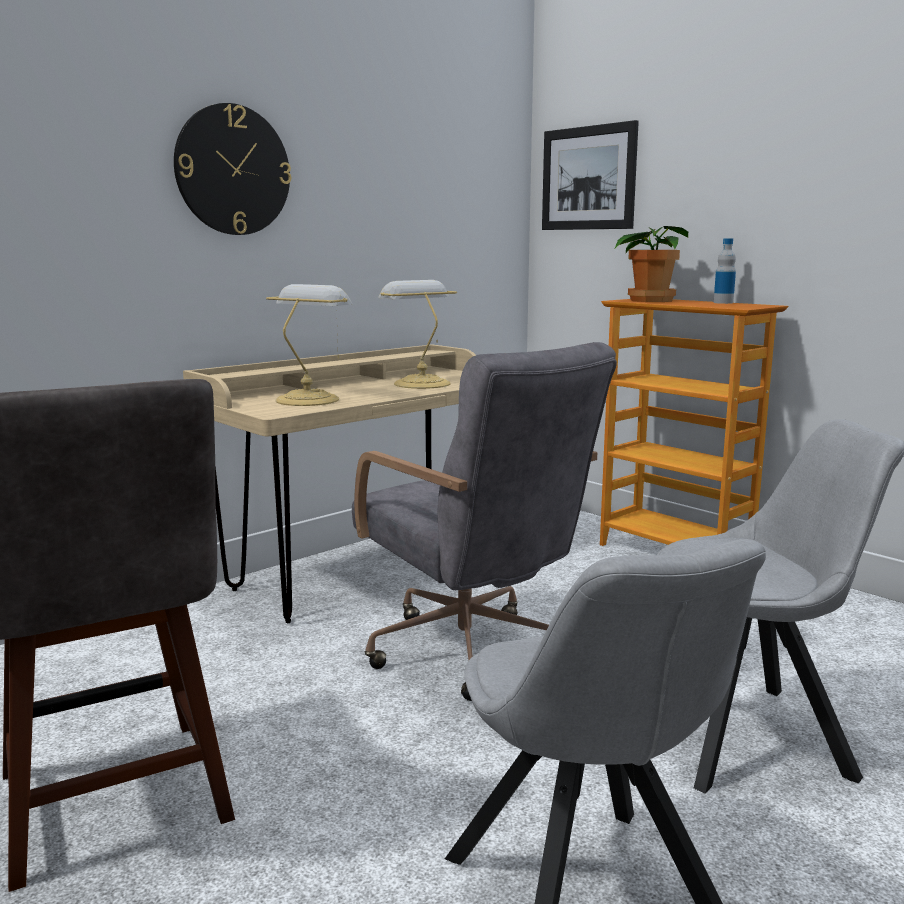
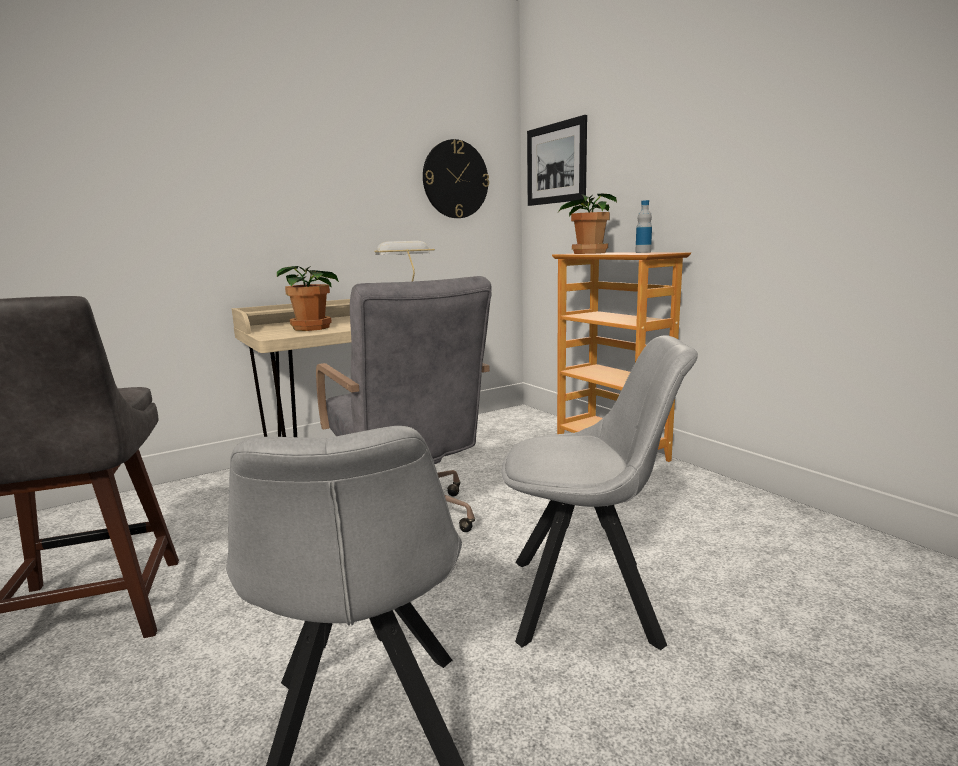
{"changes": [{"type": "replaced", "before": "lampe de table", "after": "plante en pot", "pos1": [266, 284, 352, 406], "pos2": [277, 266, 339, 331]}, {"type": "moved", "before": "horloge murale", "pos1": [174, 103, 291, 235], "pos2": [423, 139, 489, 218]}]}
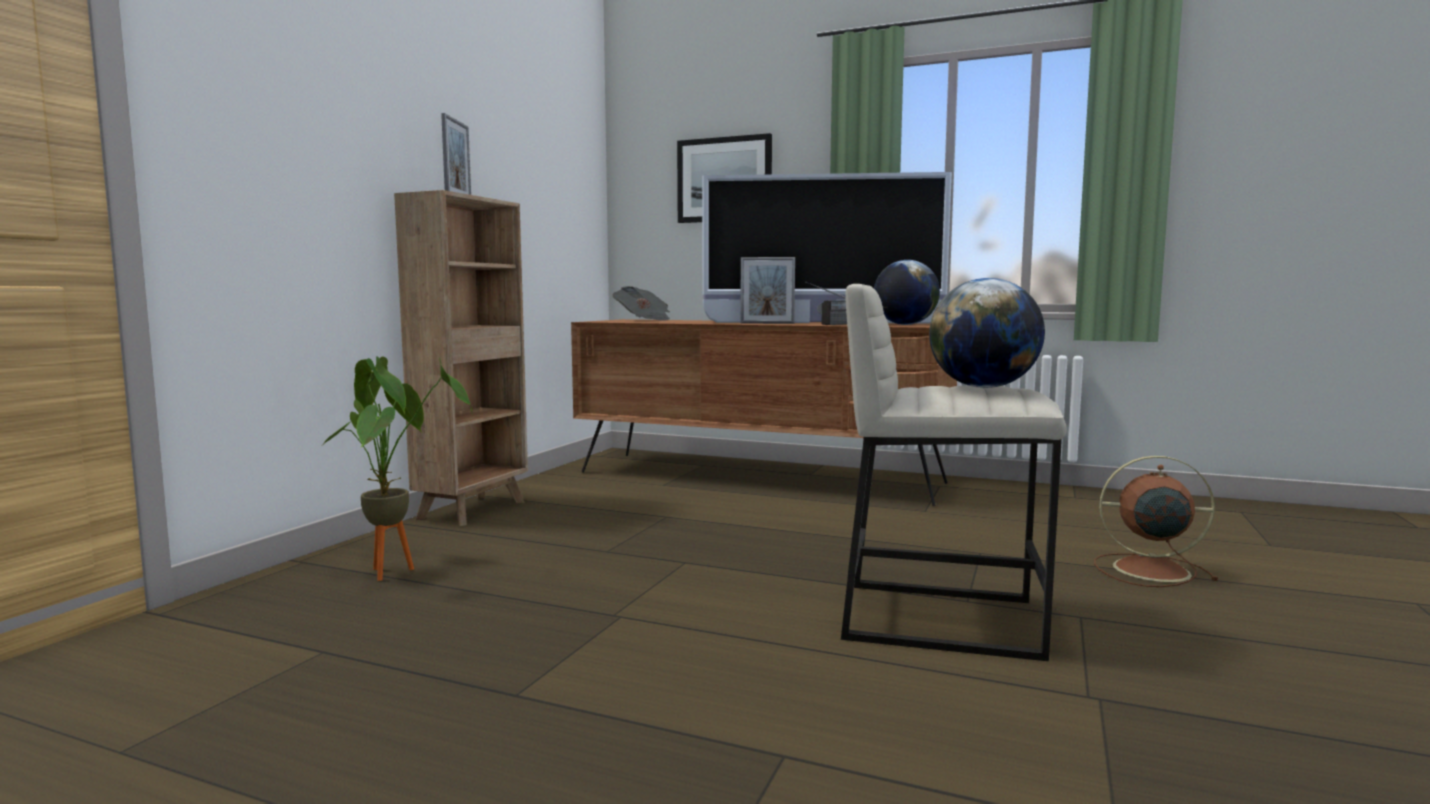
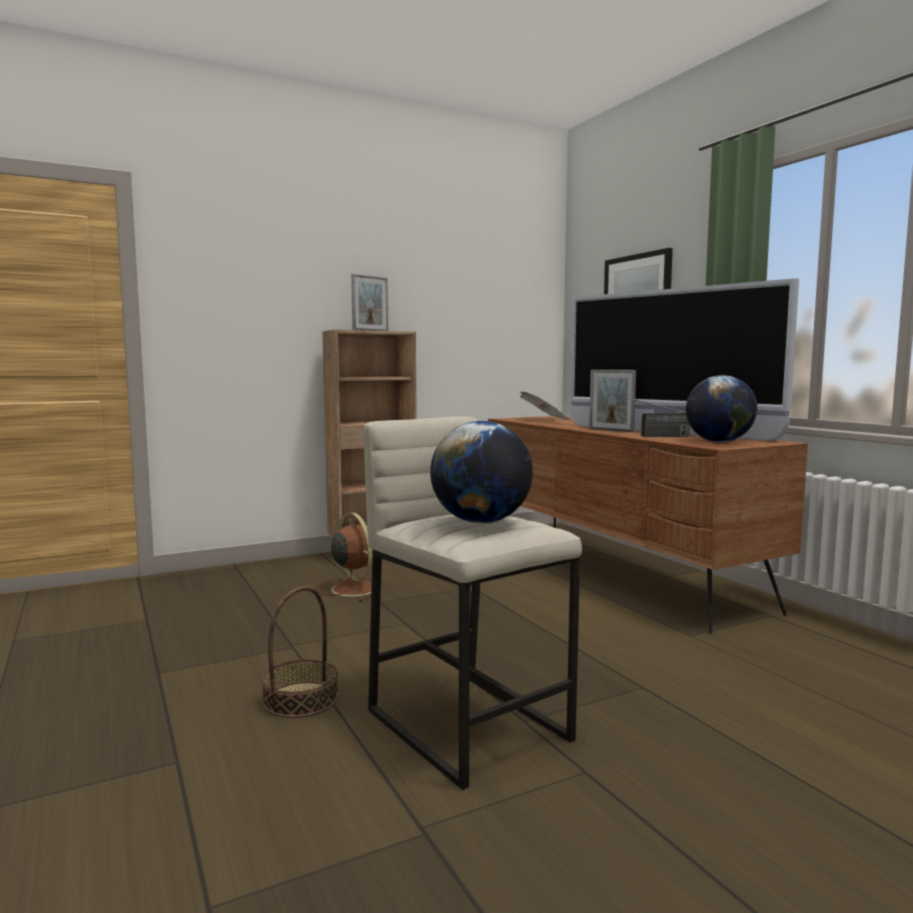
{"changes": [{"type": "added", "after": "panier", "pos2": [261, 586, 338, 718]}, {"type": "moved", "before": "ventilateur/marron", "pos1": [1094, 456, 1218, 587], "pos2": [318, 513, 389, 601]}, {"type": "removed", "before": "plante en pot", "pos1": [321, 356, 473, 581]}]}
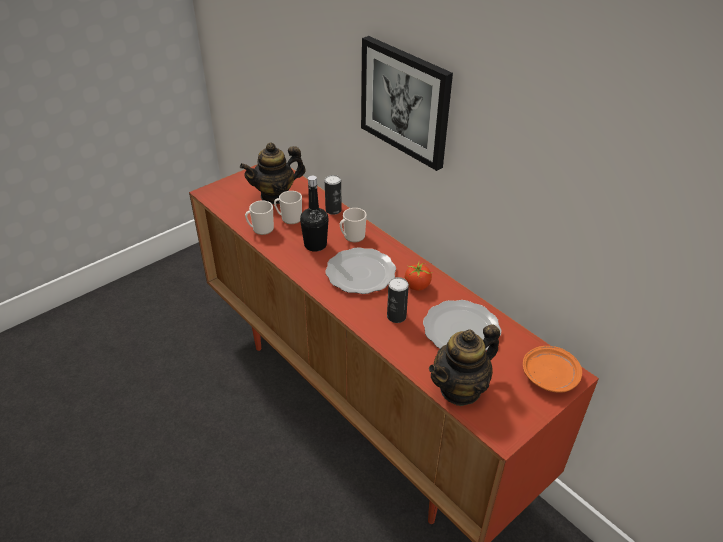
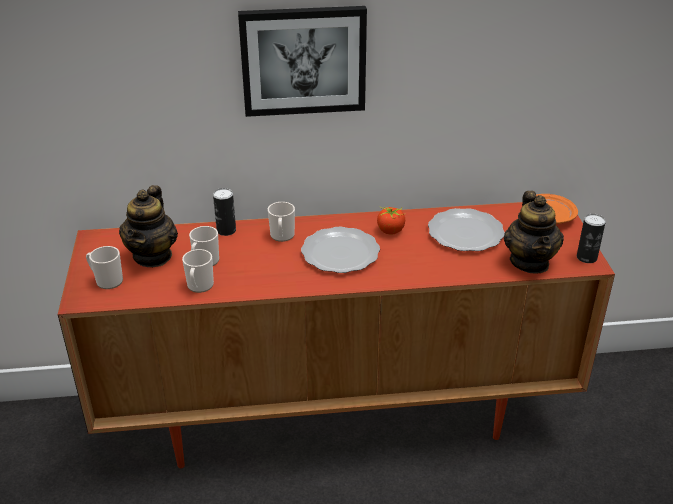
{"changes": [{"type": "added", "after": "mug", "pos2": [86, 246, 123, 289]}, {"type": "moved", "before": "boîte métallique", "pos1": [387, 277, 409, 323], "pos2": [577, 214, 606, 263]}, {"type": "removed", "before": "bouteille/noir", "pos1": [300, 175, 328, 252]}]}
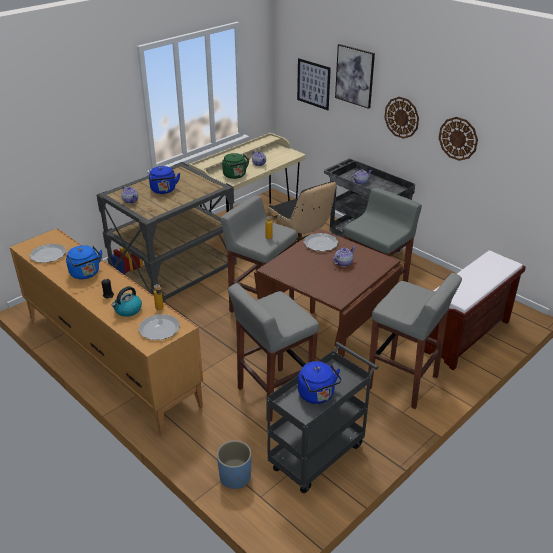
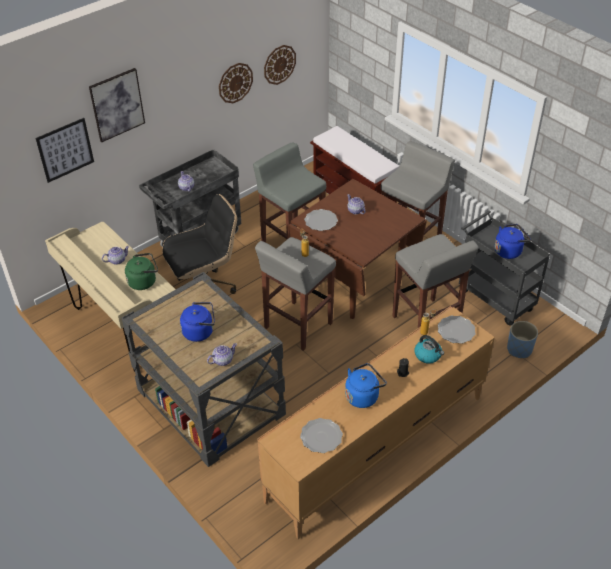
{"changes": [{"type": "moved", "before": "horloge murale", "pos1": [384, 97, 419, 139], "pos2": [264, 45, 296, 85]}]}
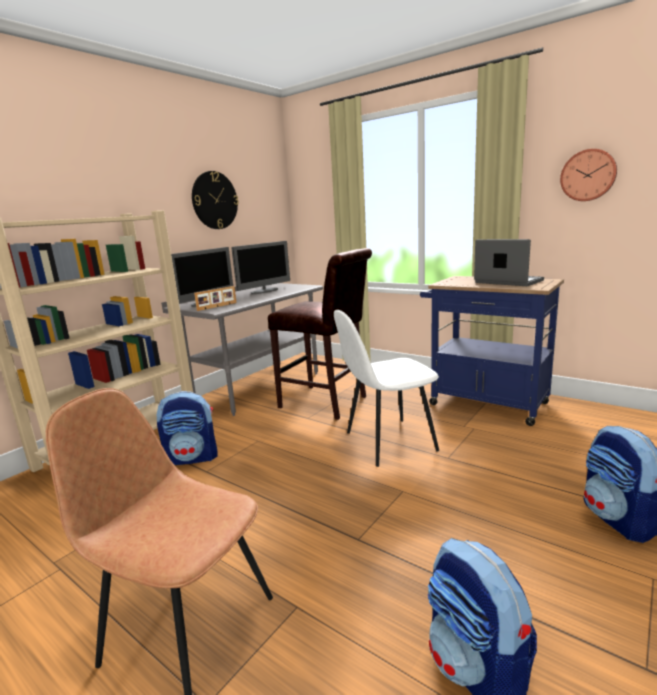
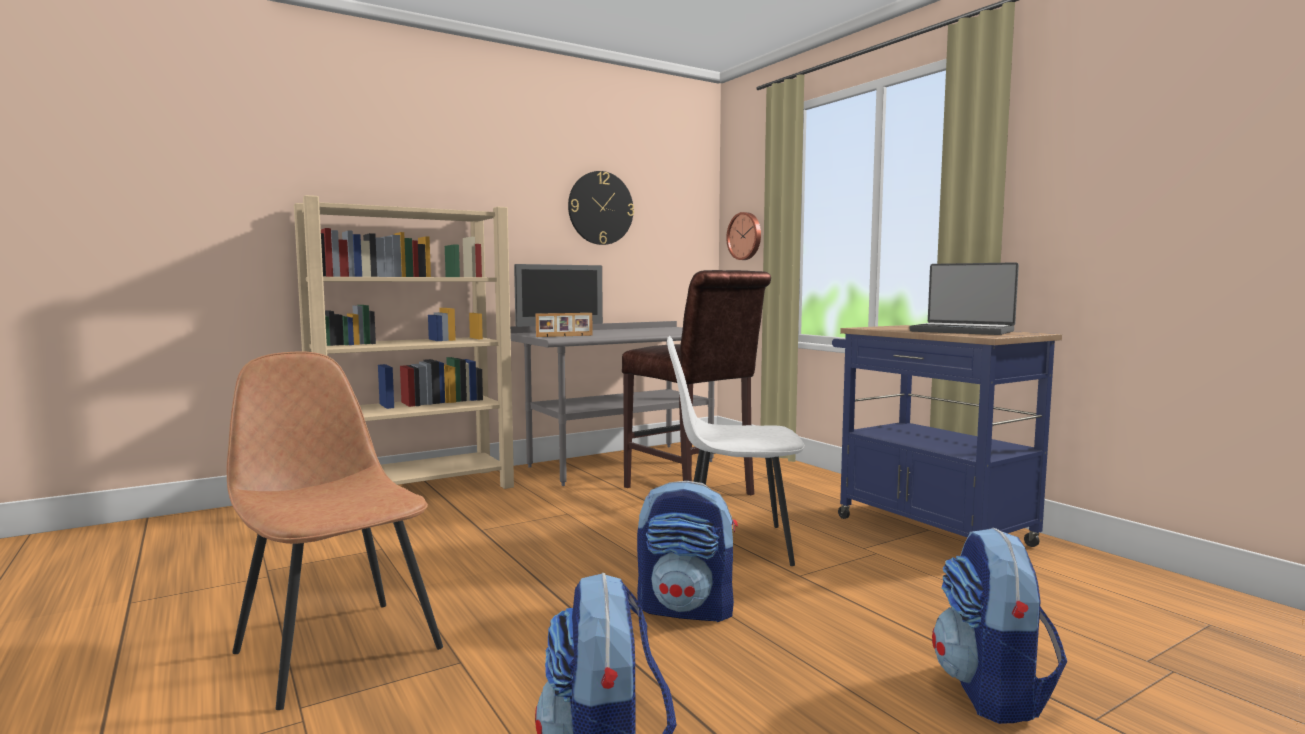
{"changes": [{"type": "moved", "before": "sac à dos", "pos1": [157, 391, 218, 465], "pos2": [637, 481, 738, 622]}, {"type": "moved", "before": "horloge murale", "pos1": [560, 149, 617, 201], "pos2": [726, 212, 761, 260]}, {"type": "turned", "before": "ordinateur portable", "pos1": [474, 239, 544, 286], "pos2": [909, 262, 1019, 335], "turn": 150}, {"type": "removed", "before": "écran d'ordinateur", "pos1": [231, 241, 290, 294]}]}
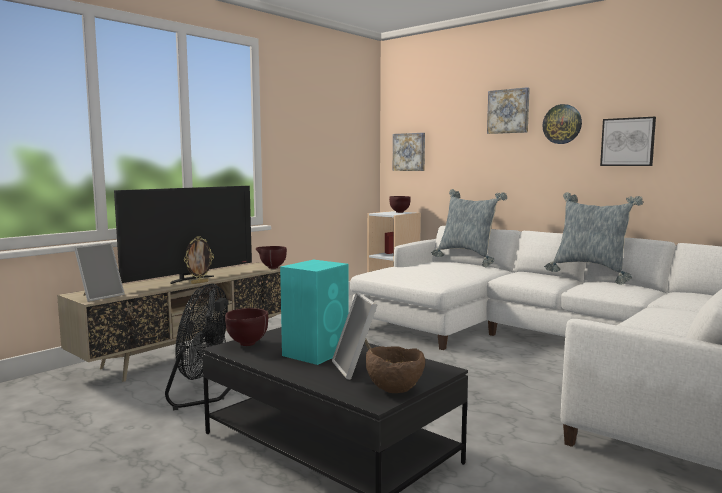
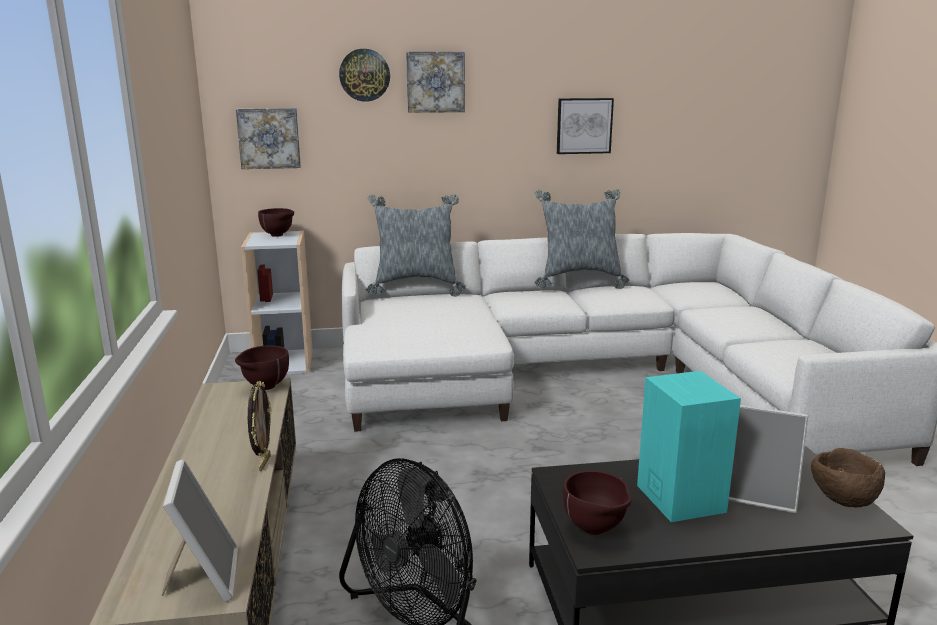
{"changes": [{"type": "moved", "before": "horloge murale", "pos1": [543, 104, 582, 144], "pos2": [339, 49, 390, 102]}, {"type": "removed", "before": "téléviseur", "pos1": [114, 186, 252, 284]}]}
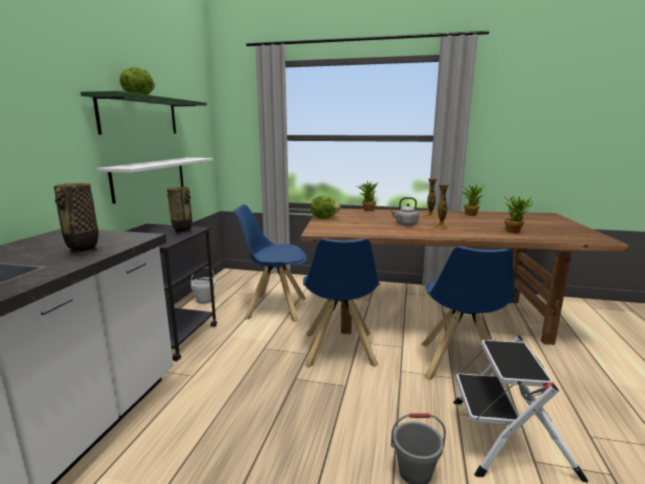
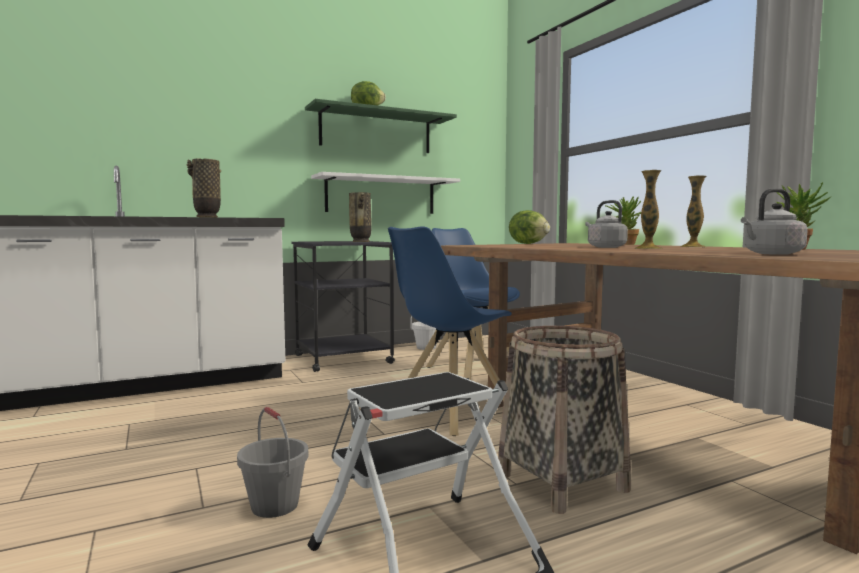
{"changes": [{"type": "replaced", "before": "chaise/bleu", "after": "panier", "pos1": [422, 246, 515, 387], "pos2": [498, 326, 631, 514]}, {"type": "replaced", "before": "plante en pot", "after": "bouilloire/gris", "pos1": [503, 196, 534, 233], "pos2": [741, 188, 808, 255]}]}
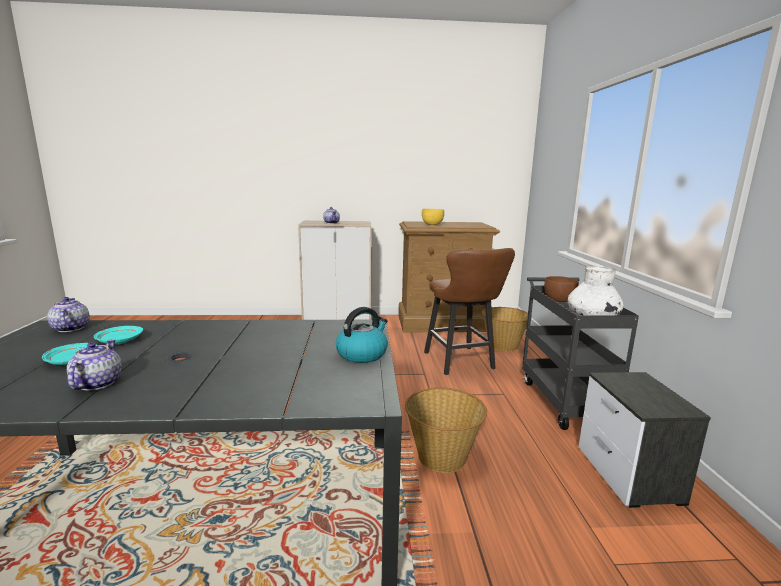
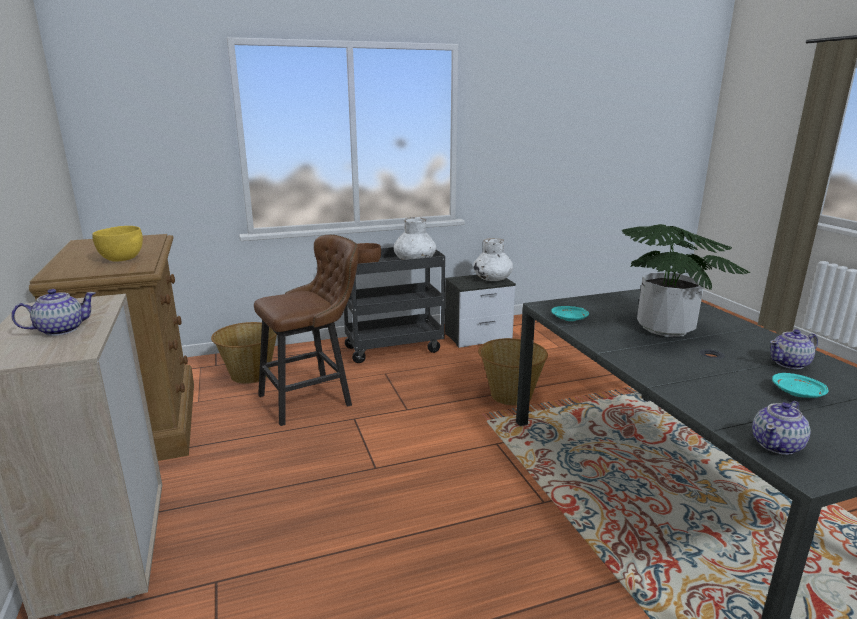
{"changes": [{"type": "added", "after": "vase/blanc", "pos2": [473, 238, 513, 281]}, {"type": "moved", "before": "assiette/turquoise", "pos1": [94, 326, 143, 344], "pos2": [551, 306, 589, 321]}, {"type": "added", "after": "plante en pot", "pos2": [622, 224, 750, 337]}, {"type": "removed", "before": "bouilloire", "pos1": [336, 307, 388, 363]}]}
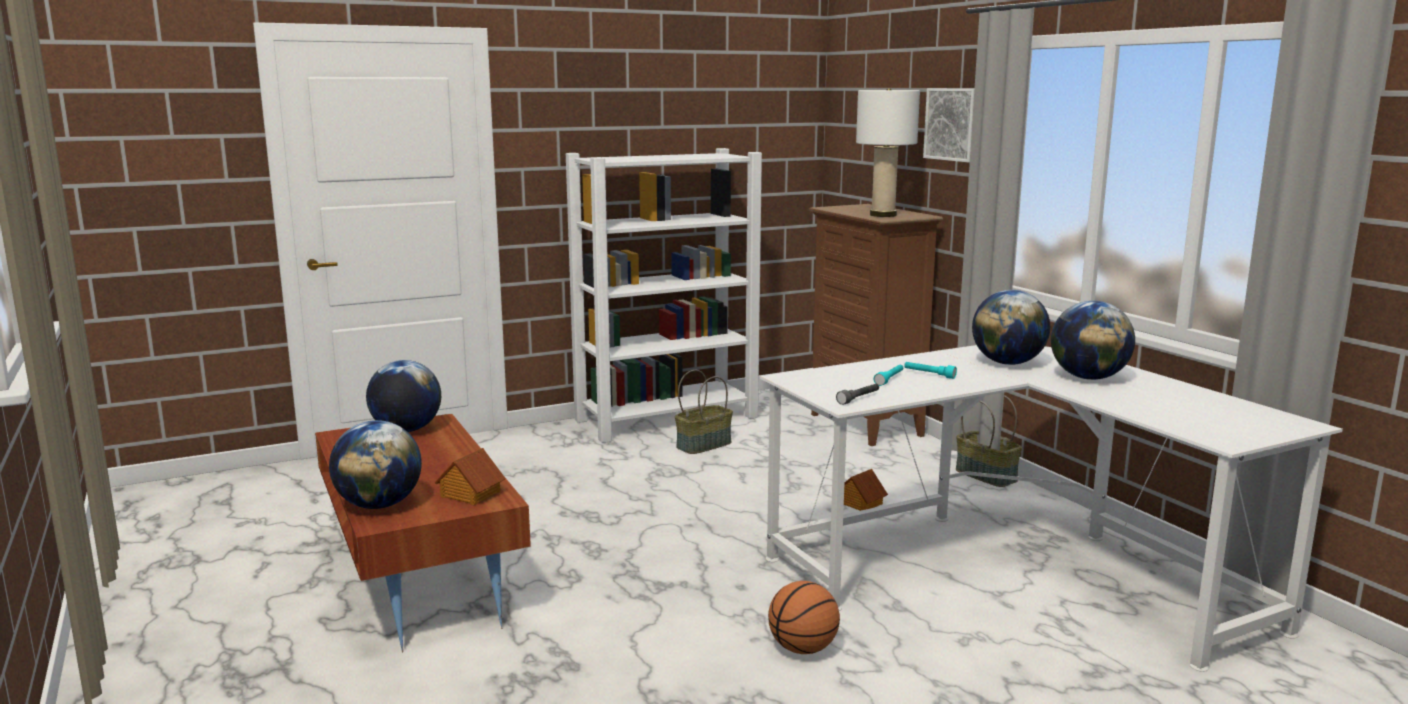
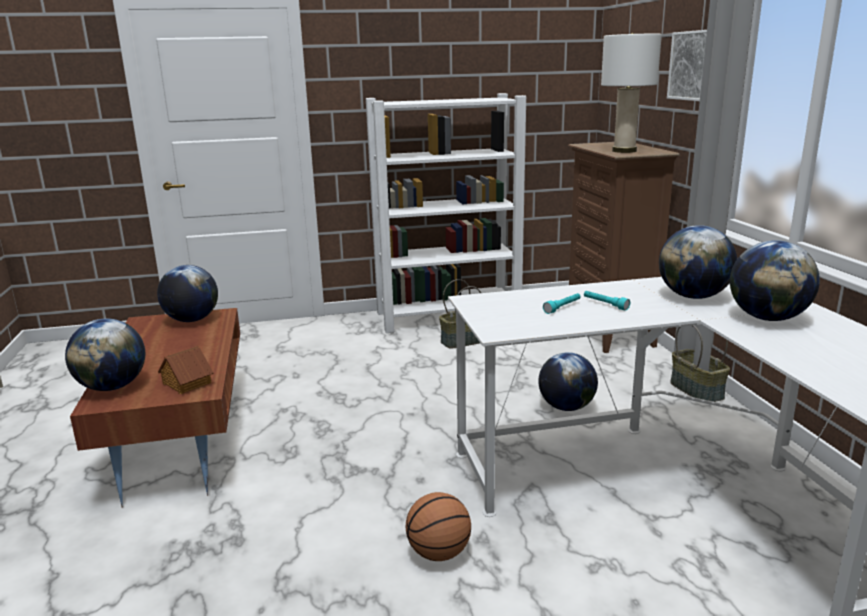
{"changes": [{"type": "replaced", "before": "maison miniature", "after": "globe", "pos1": [844, 469, 888, 511], "pos2": [538, 352, 598, 411]}, {"type": "removed", "before": "lampe de poche/gris", "pos1": [836, 384, 879, 405]}]}
